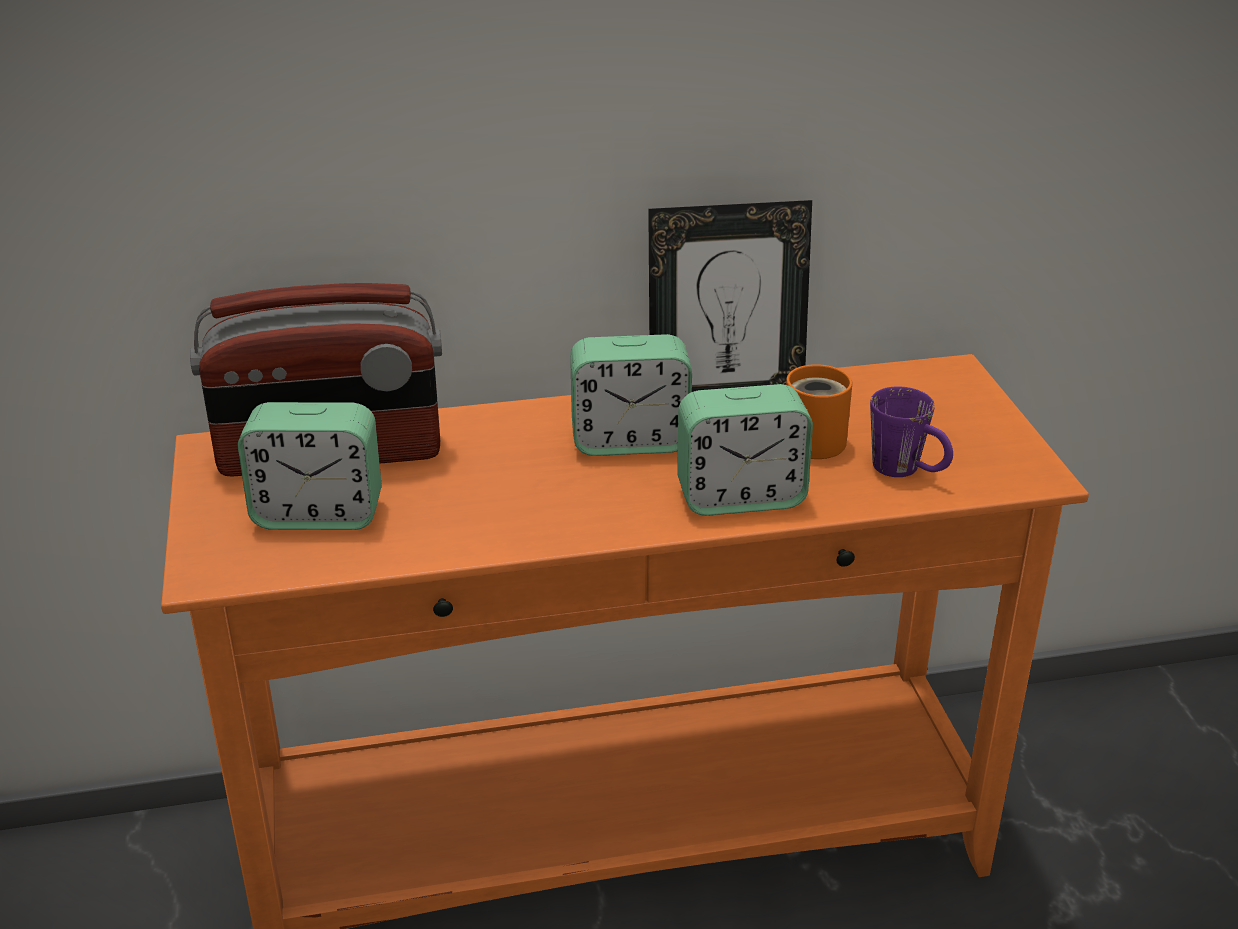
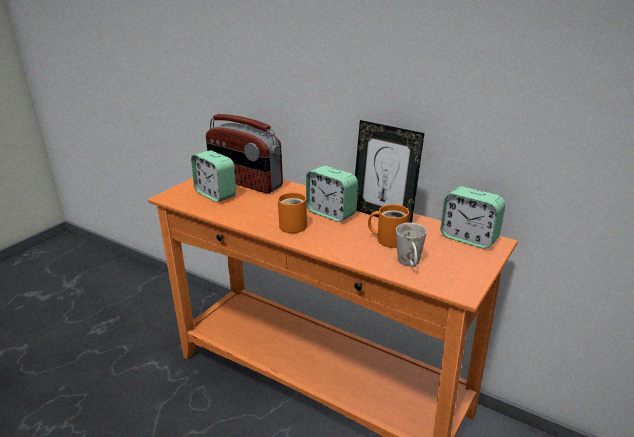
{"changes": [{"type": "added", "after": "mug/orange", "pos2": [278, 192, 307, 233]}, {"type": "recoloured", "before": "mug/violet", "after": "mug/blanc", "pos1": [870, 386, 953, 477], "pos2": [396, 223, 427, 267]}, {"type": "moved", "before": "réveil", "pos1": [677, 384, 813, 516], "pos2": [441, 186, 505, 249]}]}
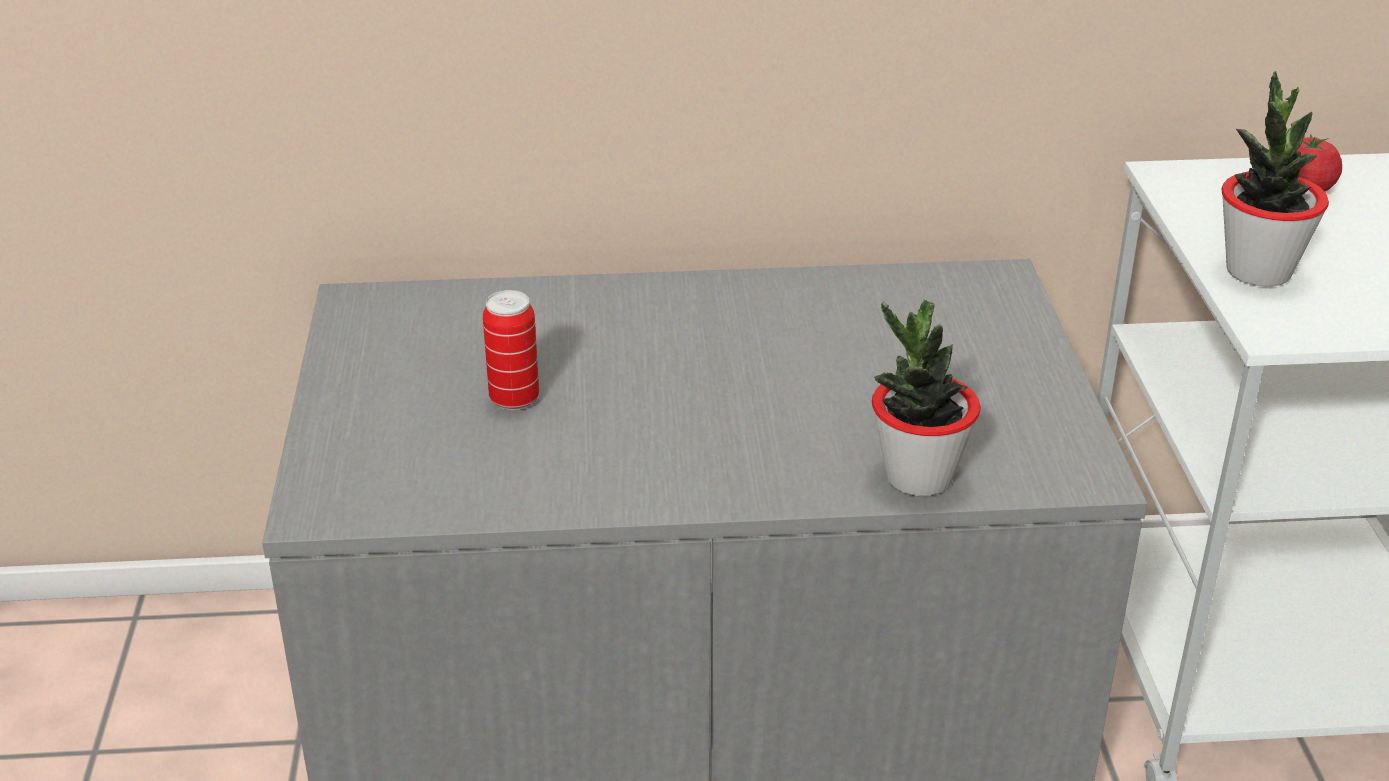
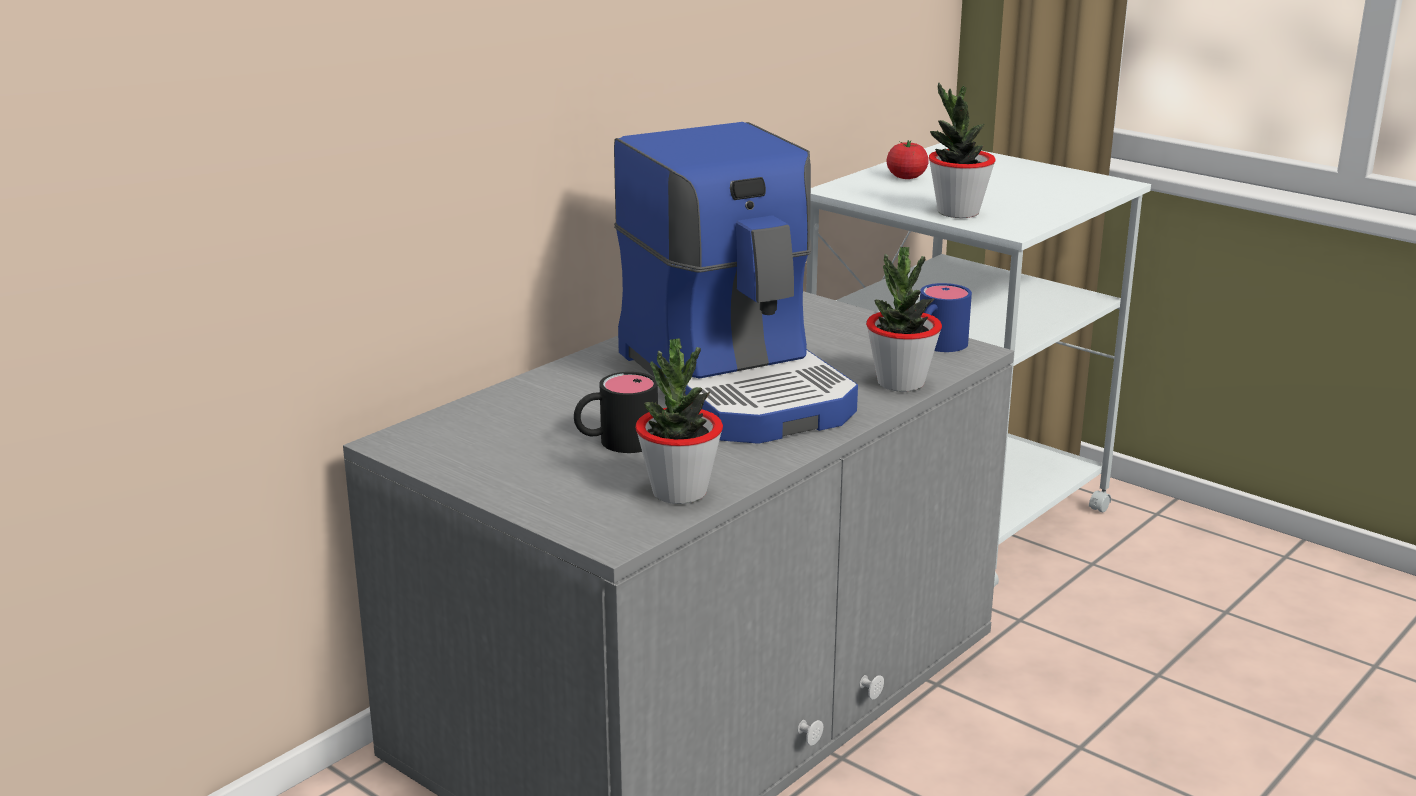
{"changes": [{"type": "replaced", "before": "boîte métallique", "after": "mug/noir", "pos1": [483, 290, 539, 410], "pos2": [574, 372, 658, 453]}, {"type": "added", "after": "machine à café", "pos2": [614, 122, 858, 444]}, {"type": "added", "after": "plante en pot", "pos2": [635, 338, 723, 504]}, {"type": "added", "after": "mug/bleu", "pos2": [920, 283, 972, 352]}]}
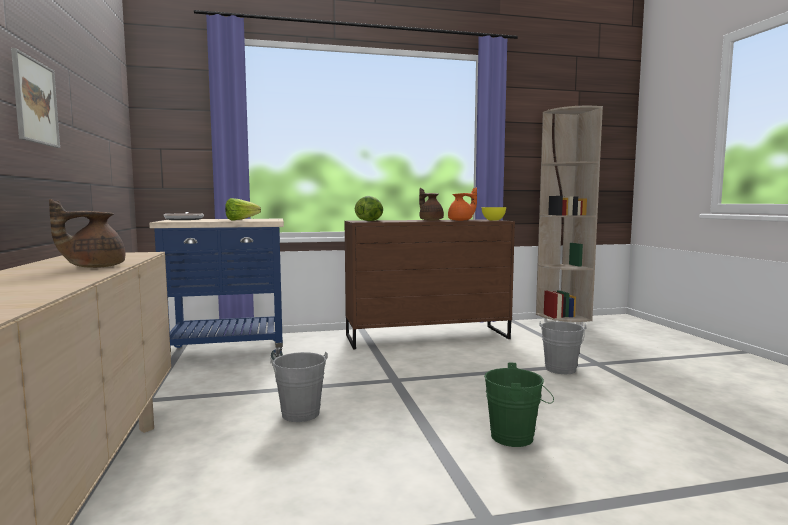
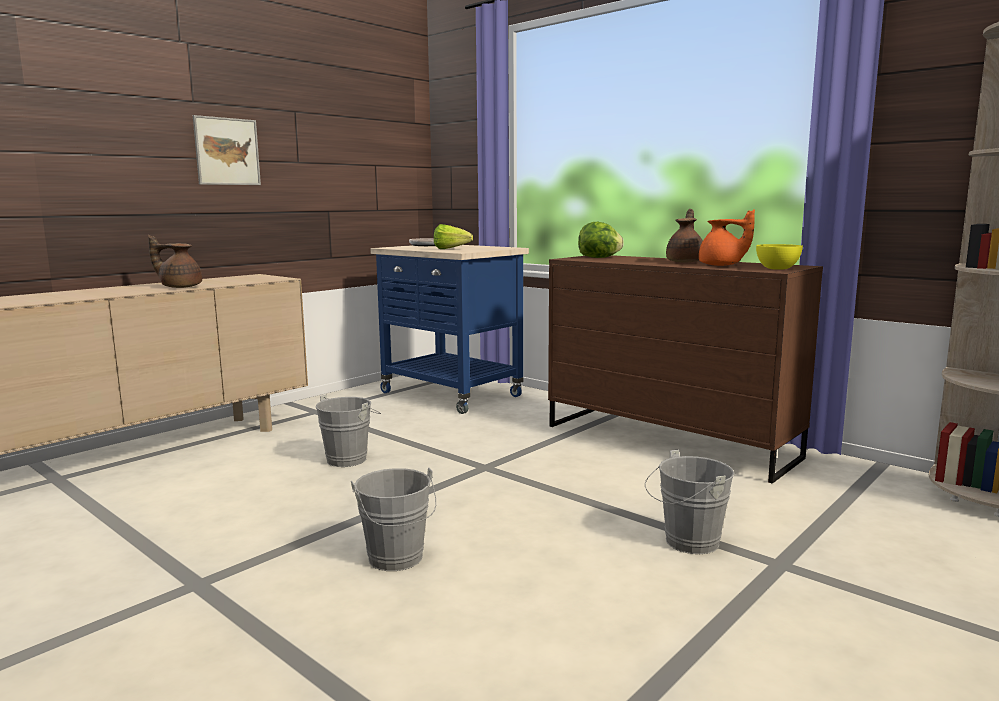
{"changes": [{"type": "recoloured", "before": "seau/vert", "after": "seau/gris", "pos1": [484, 362, 554, 447], "pos2": [351, 468, 436, 571]}]}
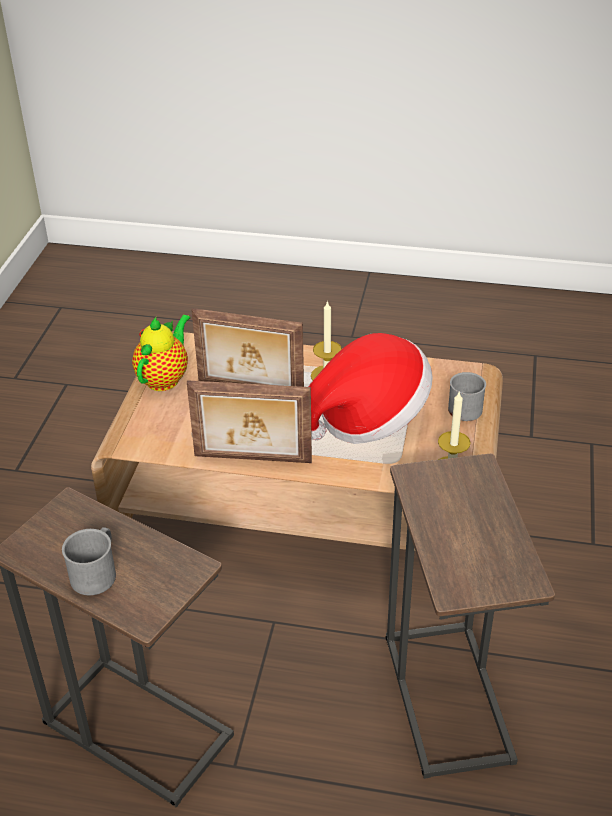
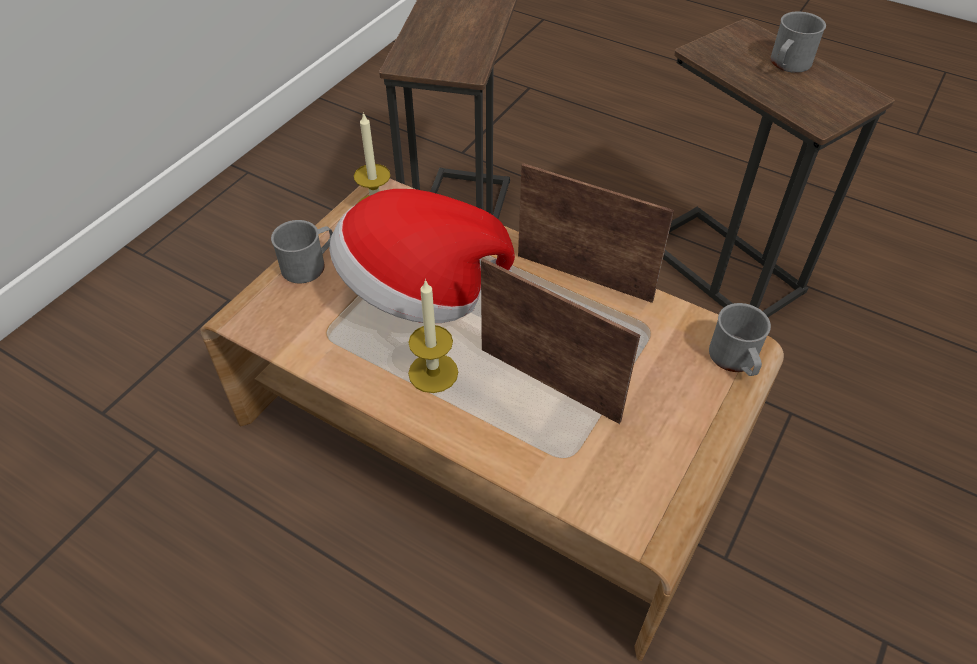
{"changes": [{"type": "added", "after": "mug/gris", "pos2": [709, 303, 771, 376]}, {"type": "removed", "before": "théière", "pos1": [132, 314, 191, 391]}]}
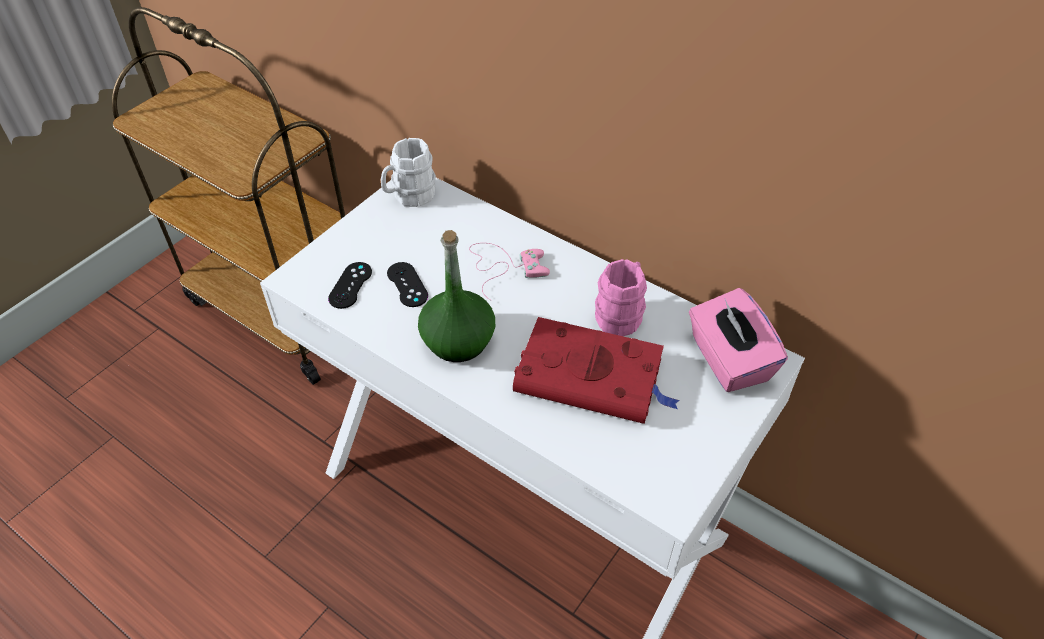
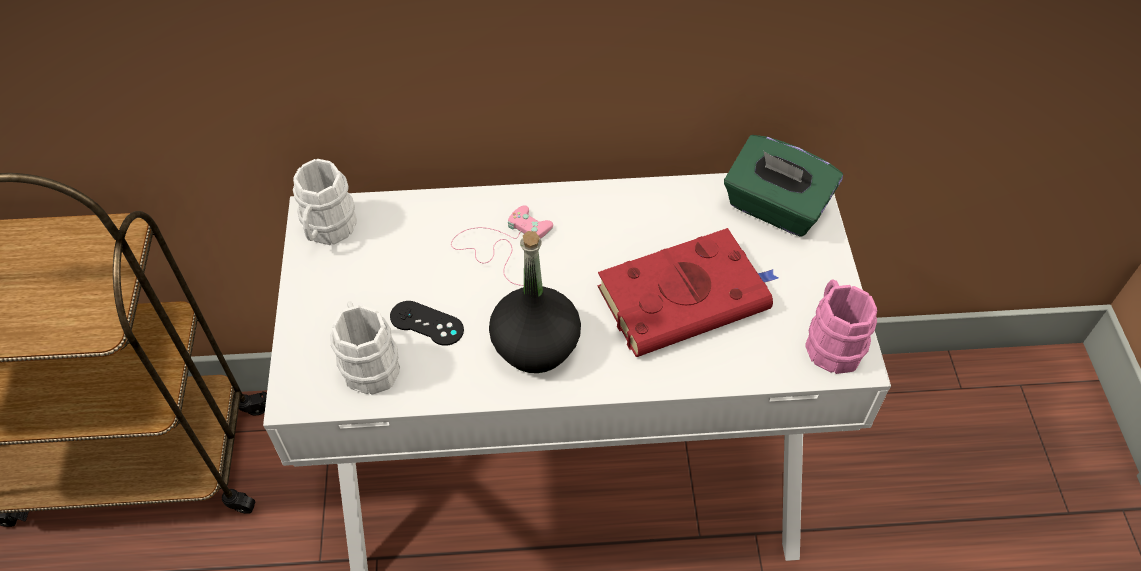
{"changes": [{"type": "replaced", "before": "manette/noir", "after": "mug/blanc", "pos1": [328, 262, 372, 309], "pos2": [330, 301, 400, 395]}, {"type": "recoloured", "before": "bouteille/vert", "after": "bouteille/noir", "pos1": [418, 230, 495, 362], "pos2": [489, 231, 581, 373]}, {"type": "recoloured", "before": "boîte à mouchoirs/rose", "after": "boîte à mouchoirs/vert", "pos1": [689, 288, 788, 392], "pos2": [724, 135, 843, 237]}, {"type": "moved", "before": "mug/rose", "pos1": [595, 259, 647, 336], "pos2": [805, 279, 877, 374]}]}
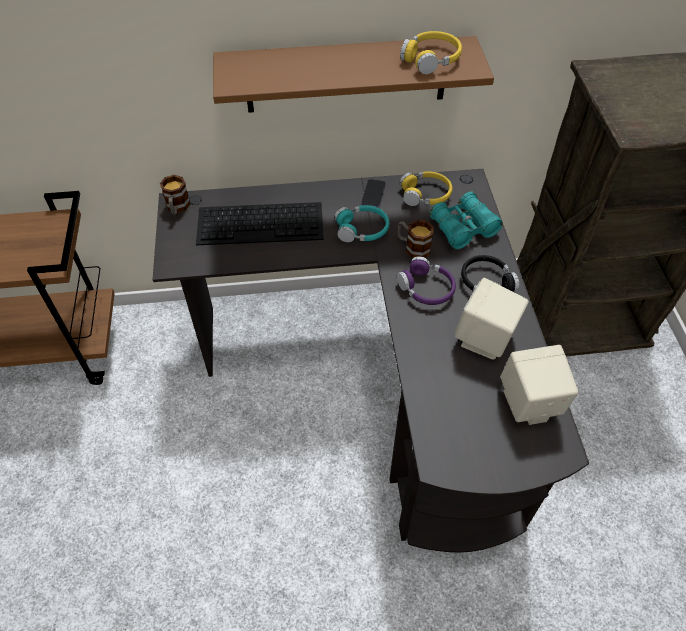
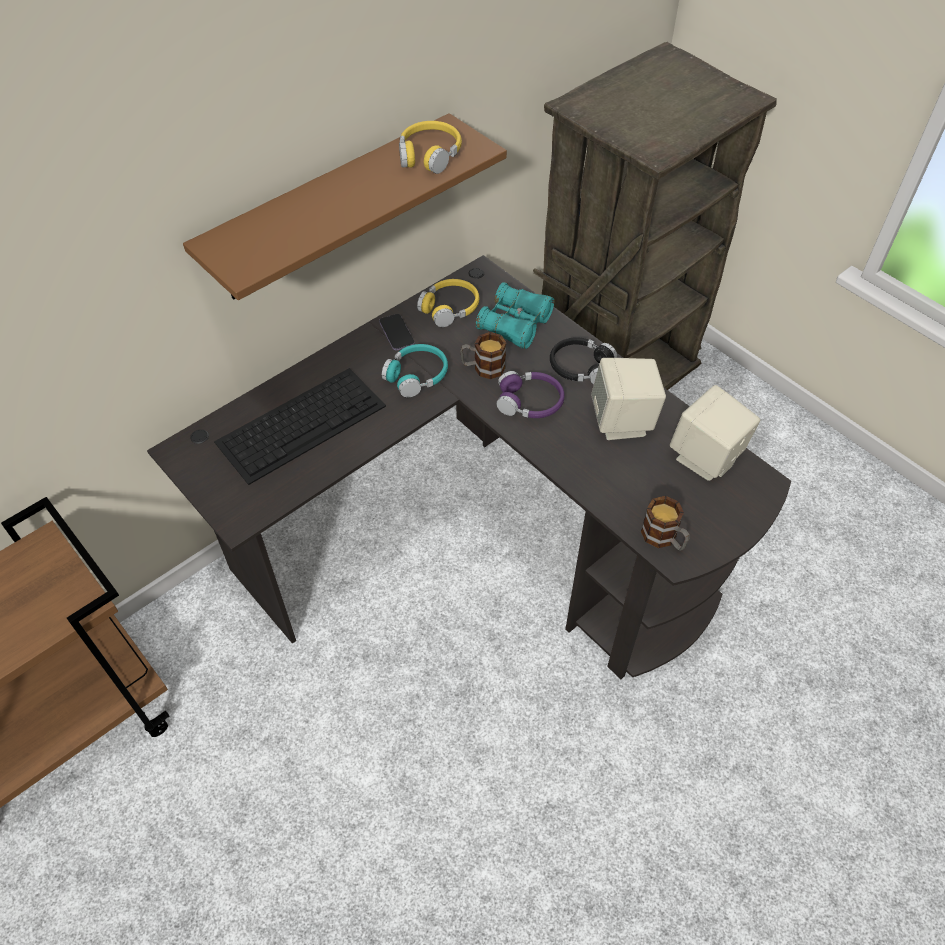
{"changes": [{"type": "moved", "before": "mug", "pos1": [160, 175, 190, 215], "pos2": [641, 496, 690, 551]}]}
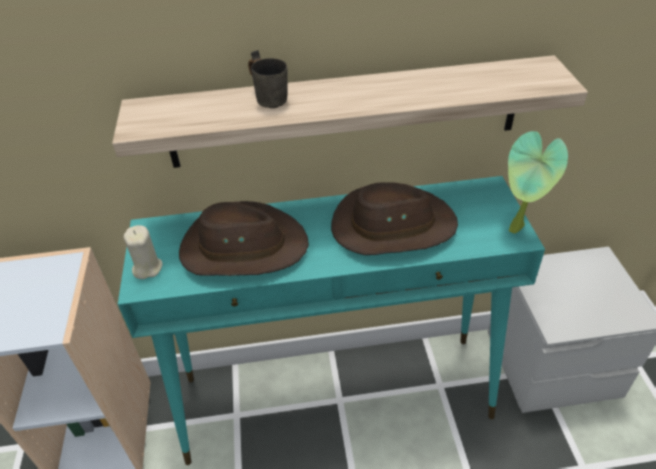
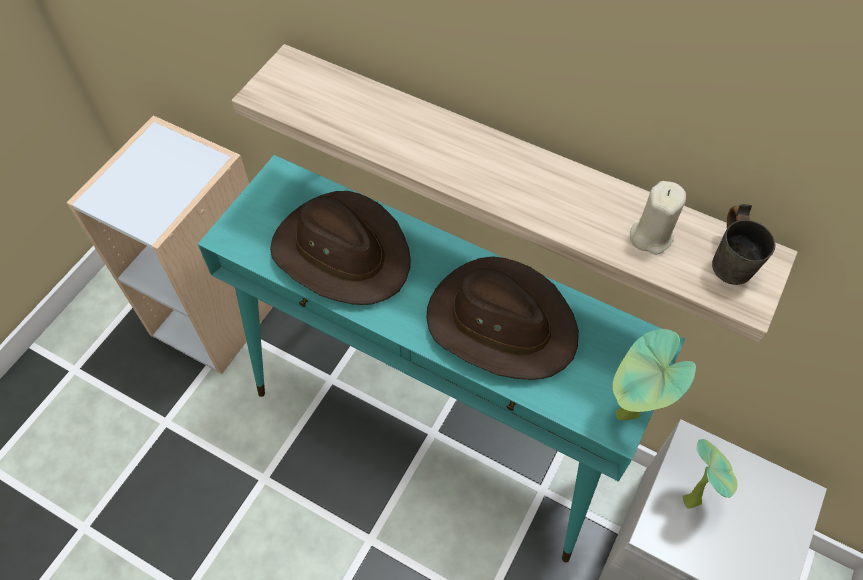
{"changes": [{"type": "moved", "before": "bougie/beige", "pos1": [124, 225, 162, 279], "pos2": [630, 181, 686, 255]}, {"type": "added", "after": "plante en pot", "pos2": [682, 439, 738, 509]}, {"type": "moved", "before": "mug/gris", "pos1": [248, 50, 288, 108], "pos2": [712, 204, 775, 285]}]}
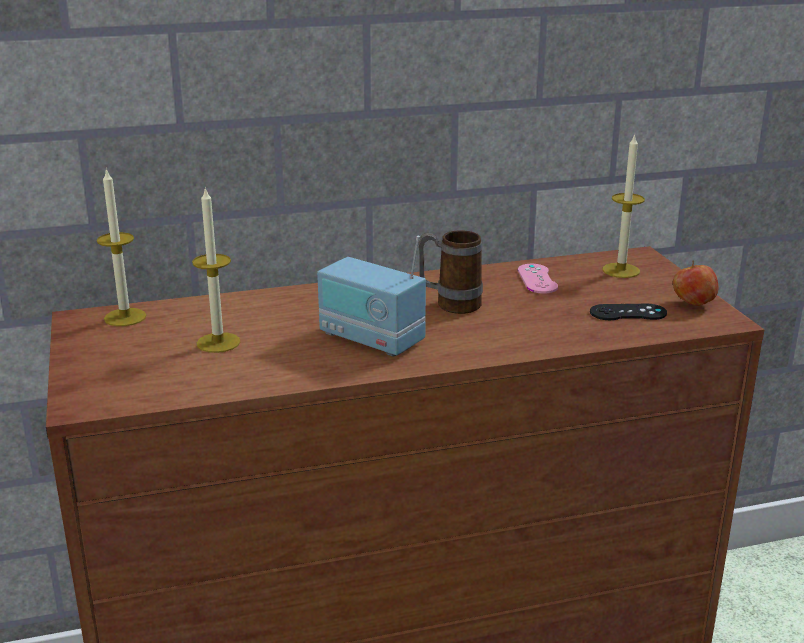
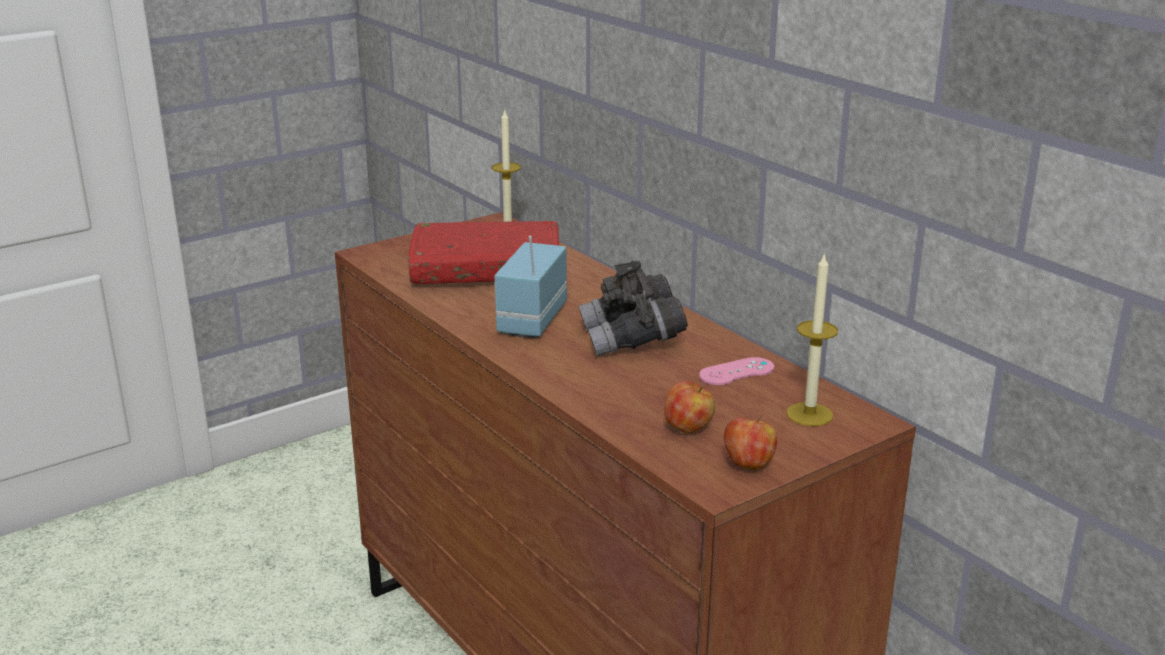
{"changes": [{"type": "replaced", "before": "bougie", "after": "livre/rouge", "pos1": [192, 187, 240, 353], "pos2": [408, 221, 559, 284]}, {"type": "replaced", "before": "mug", "after": "jumelles/gris", "pos1": [418, 230, 483, 314], "pos2": [578, 261, 688, 356]}, {"type": "replaced", "before": "manette/noir", "after": "pomme", "pos1": [590, 304, 667, 320], "pos2": [664, 381, 715, 433]}]}
